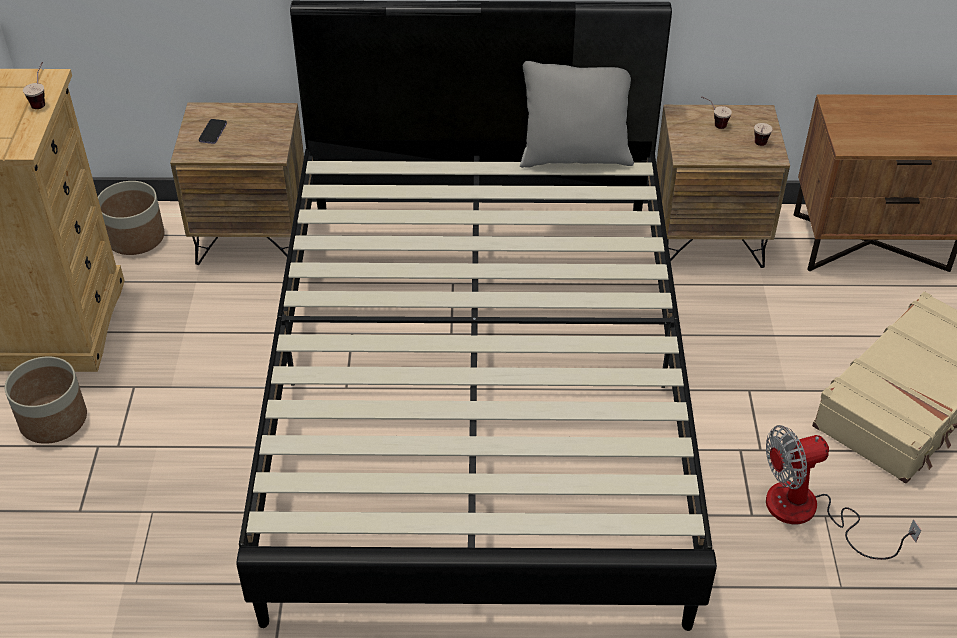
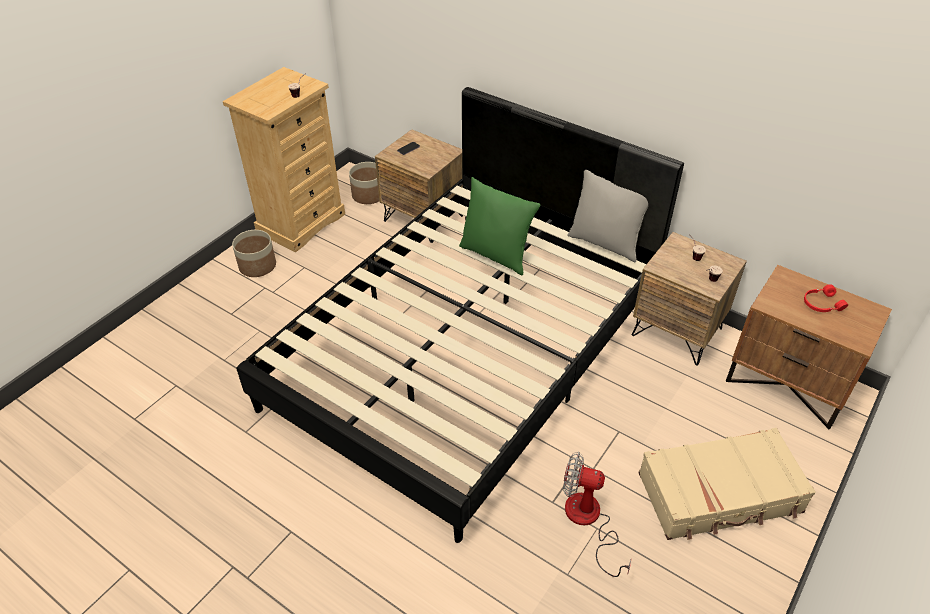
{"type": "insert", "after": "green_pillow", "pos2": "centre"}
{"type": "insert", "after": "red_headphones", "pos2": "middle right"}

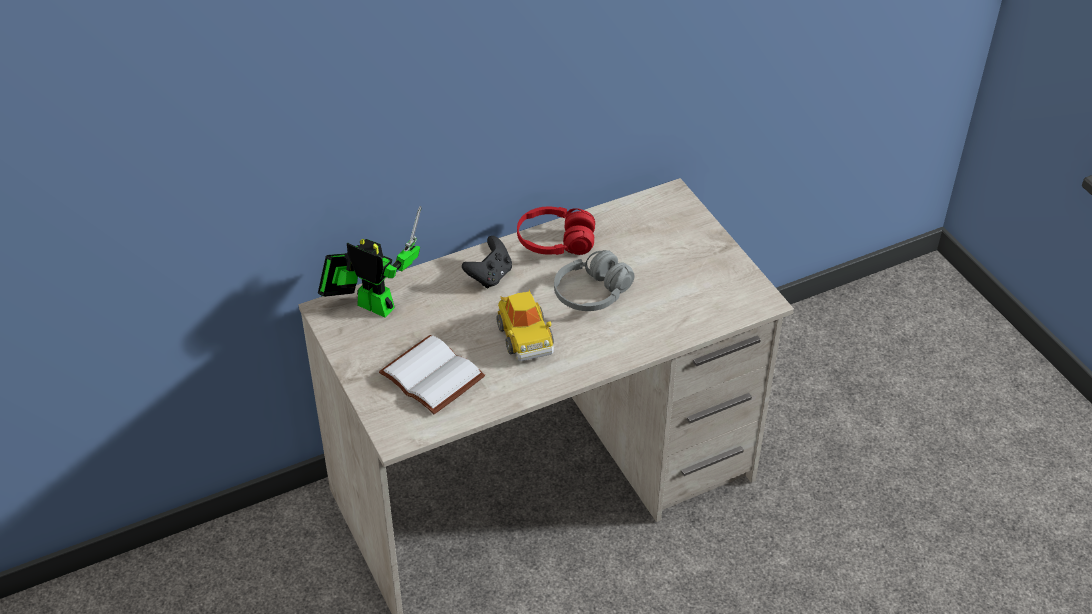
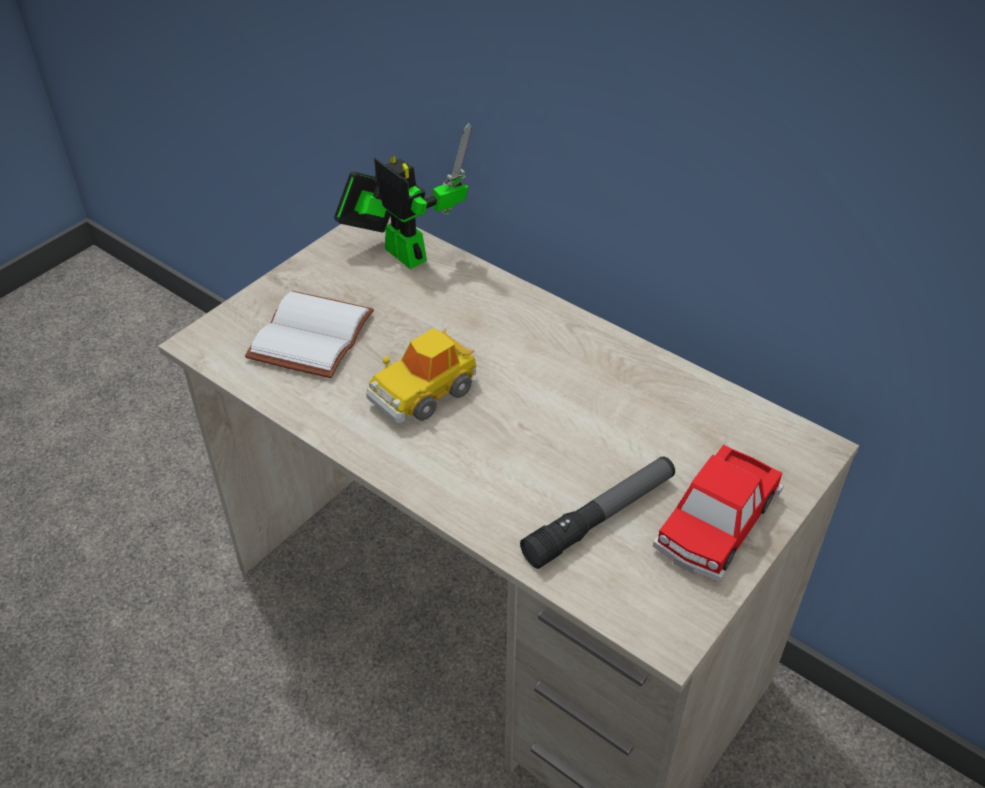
{"type": "rotate", "before": "toy_robot", "pos1": "centre", "pos2": "top centre", "turn": -45}
{"type": "delete", "before": "black_game_controller", "pos1": "centre"}
{"type": "delete", "before": "red_headphones", "pos1": "centre"}
{"type": "delete", "before": "grey_headphones", "pos1": "centre"}
{"type": "insert", "after": "flashlight", "pos2": "centre"}
{"type": "insert", "after": "toy_car (2nd from left)", "pos2": "middle right"}

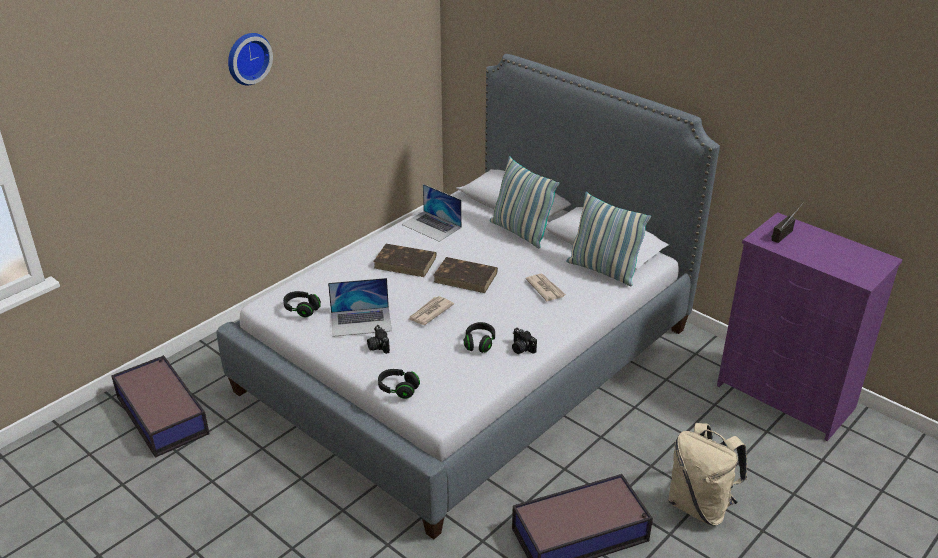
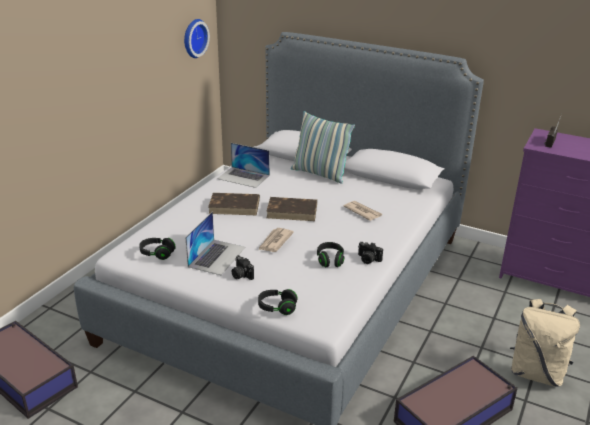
{"type": "move", "before": "wall_clock", "pos1": "top left", "pos2": "top centre"}
{"type": "rotate", "before": "laptop (1st from left)", "pos1": "centre", "pos2": "centre", "turn": -45}
{"type": "delete", "before": "pillow (2nd from left)", "pos1": "centre"}

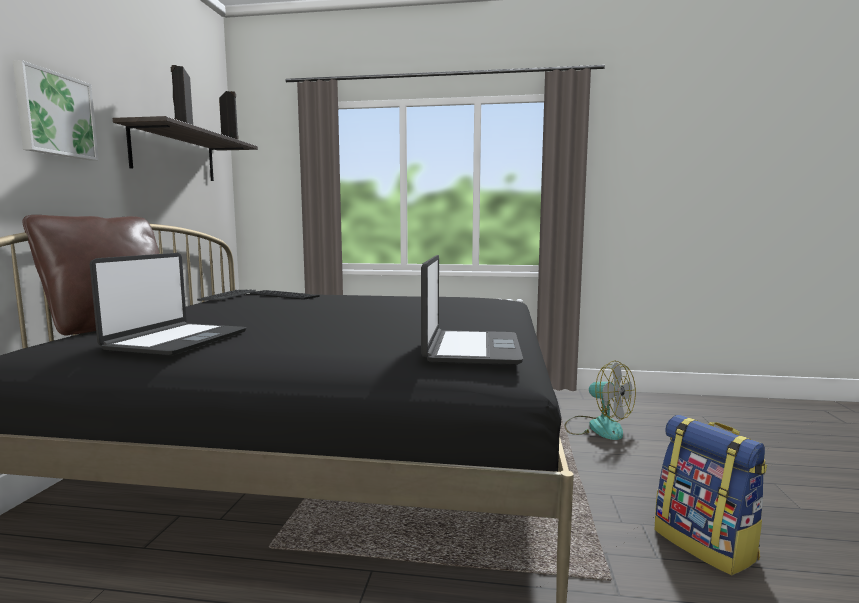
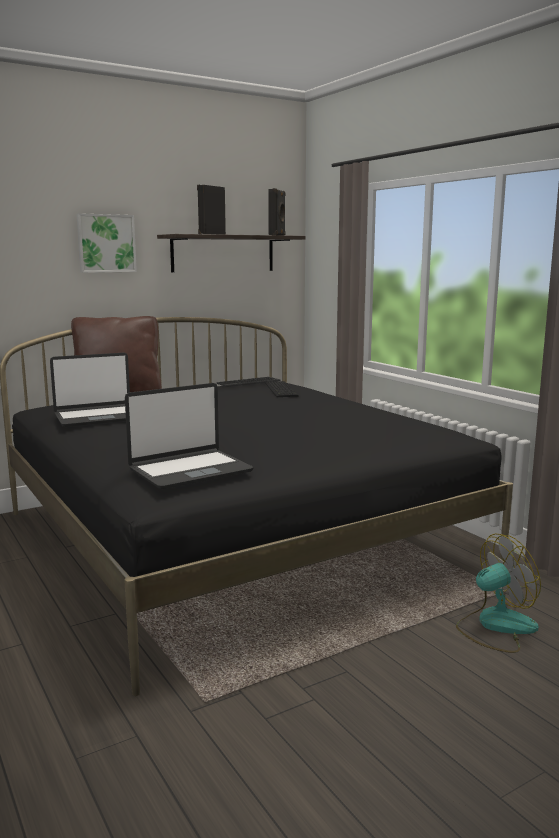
{"type": "rotate", "before": "fan", "pos1": "middle right", "pos2": "bottom right", "turn": -120}
{"type": "delete", "before": "backpack", "pos1": "bottom right"}

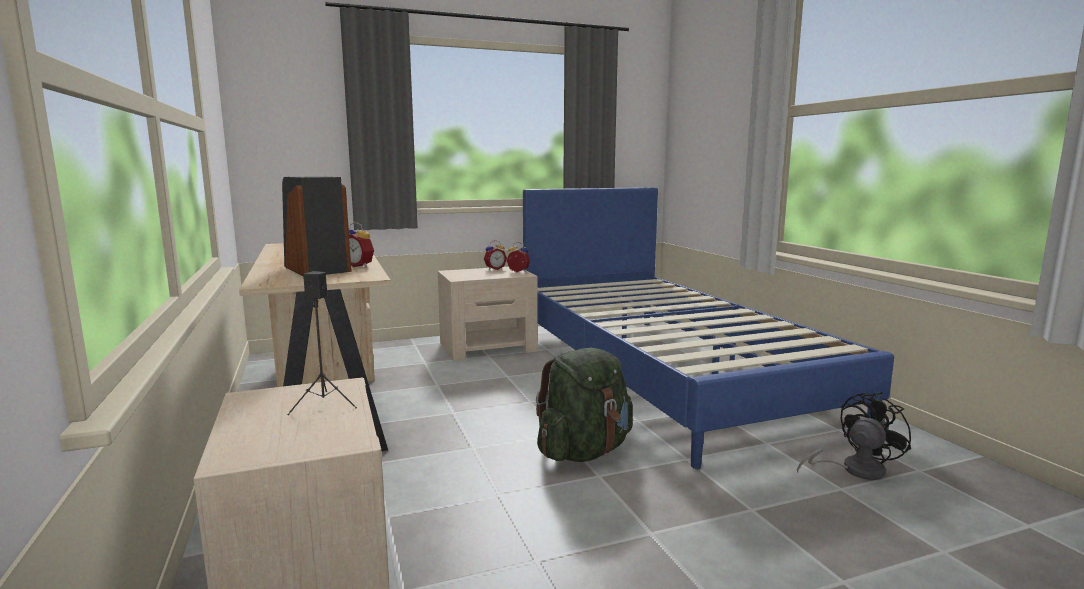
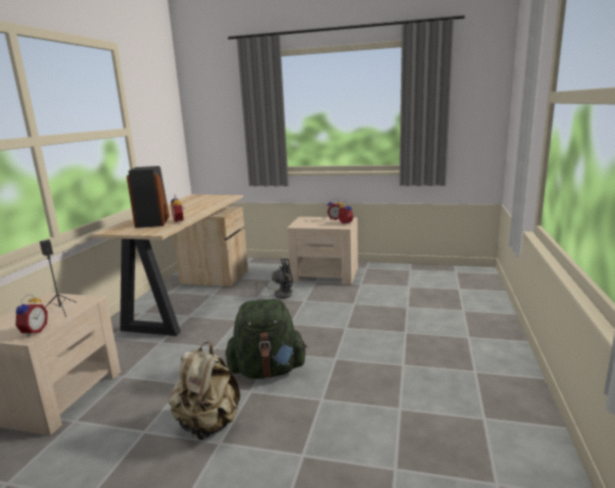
{"type": "delete", "before": "blue_bed", "pos1": "centre"}
{"type": "move", "before": "black_fan", "pos1": "bottom right", "pos2": "centre"}
{"type": "insert", "after": "alarm_clock (1st from left)", "pos2": "middle left"}
{"type": "insert", "after": "beige_backpack", "pos2": "bottom left"}

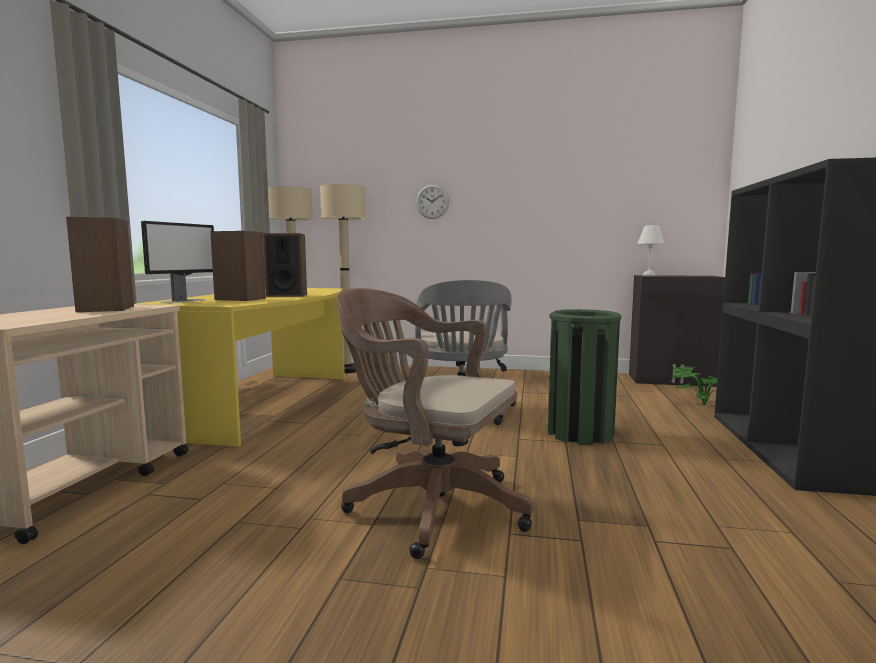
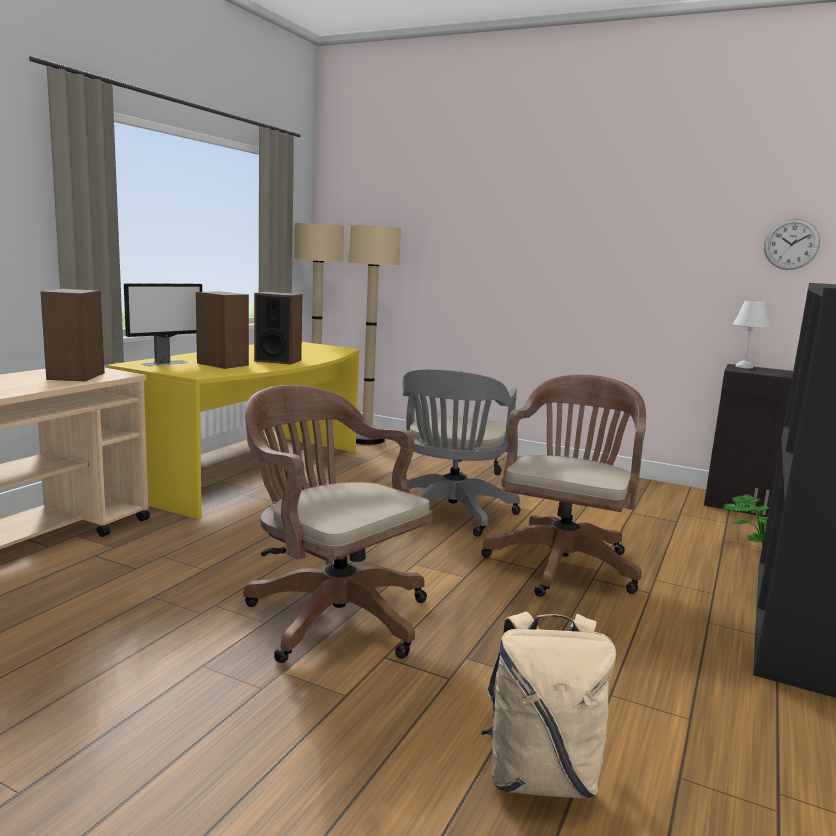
{"type": "move", "before": "wall_clock", "pos1": "top centre", "pos2": "top right"}
{"type": "replace", "before": "green_trash_can", "after": "brown_office_chair (2nd from left)", "pos1": "middle right", "pos2": "middle right"}
{"type": "insert", "after": "beige_backpack", "pos2": "bottom centre"}

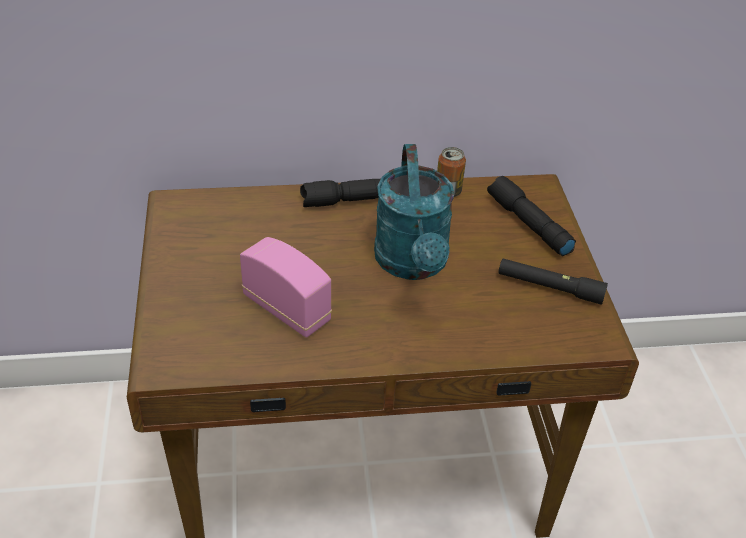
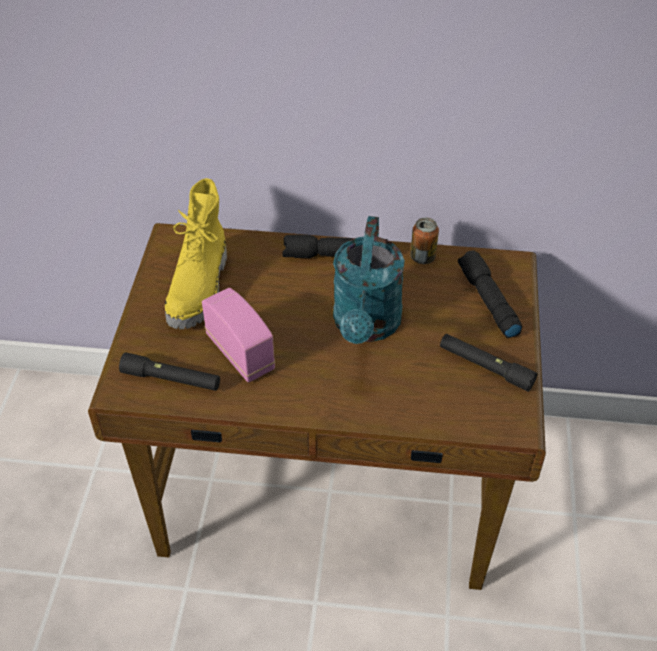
{"type": "insert", "after": "black_flashlight (1st from left)", "pos2": "middle left"}
{"type": "insert", "after": "yellow_boot", "pos2": "middle left"}

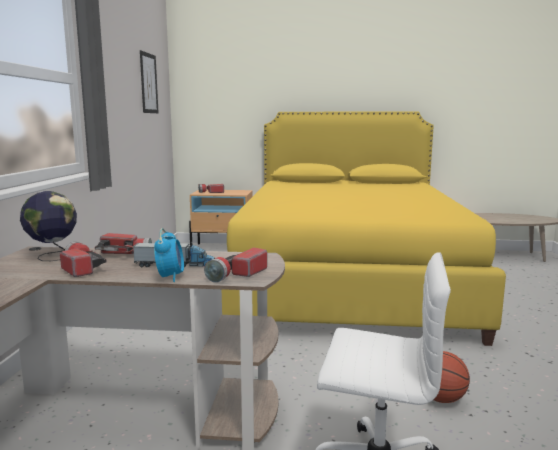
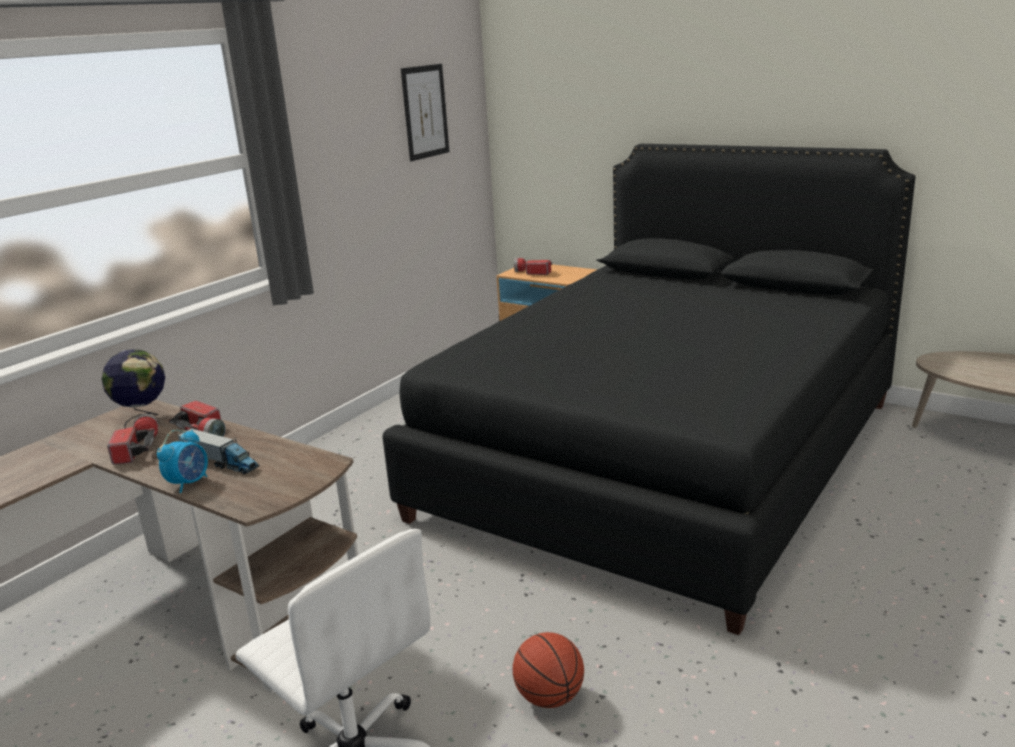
{"type": "delete", "before": "flashlight (4th from left)", "pos1": "centre"}
{"type": "recolor", "before": "yellow_bed", "after": "black_bed", "pos1": "centre", "pos2": "centre"}

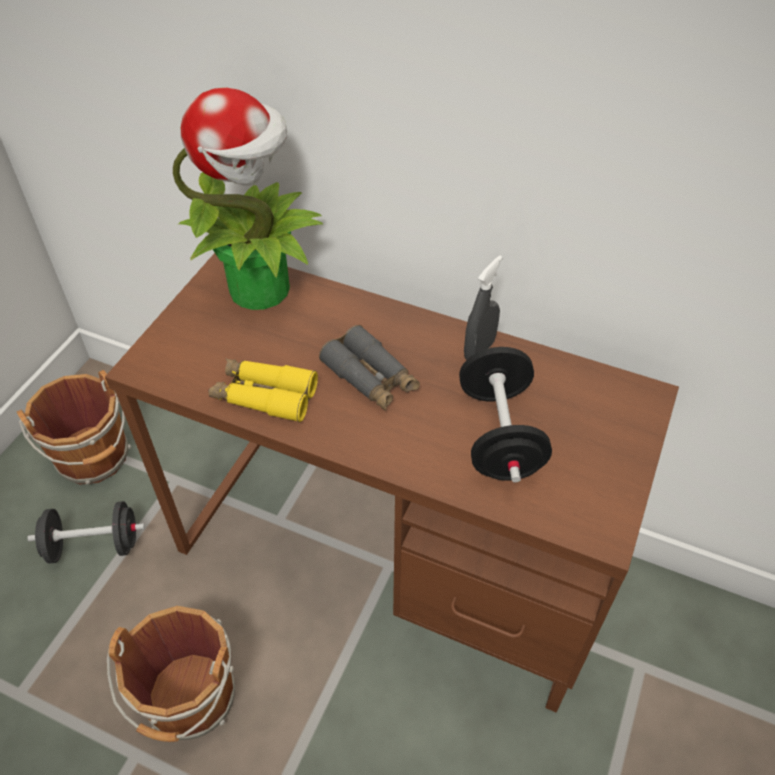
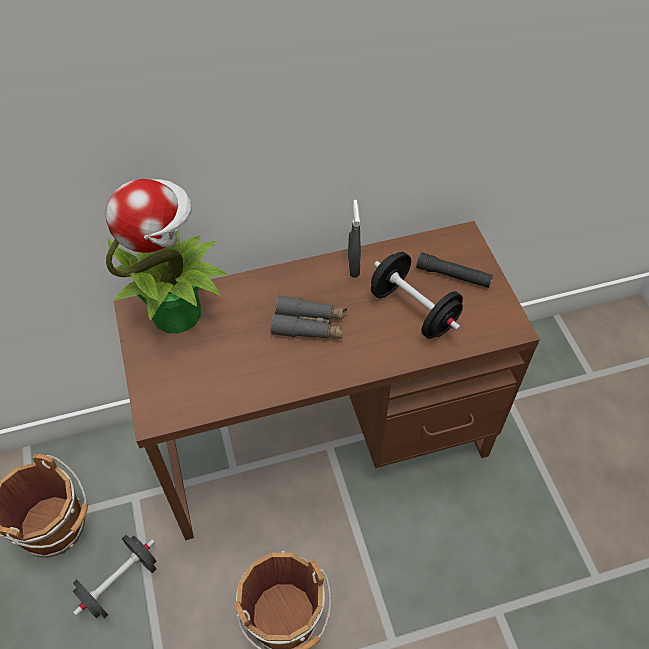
{"type": "delete", "before": "yellow_binoculars", "pos1": "centre"}
{"type": "insert", "after": "black_flashlight", "pos2": "middle right"}

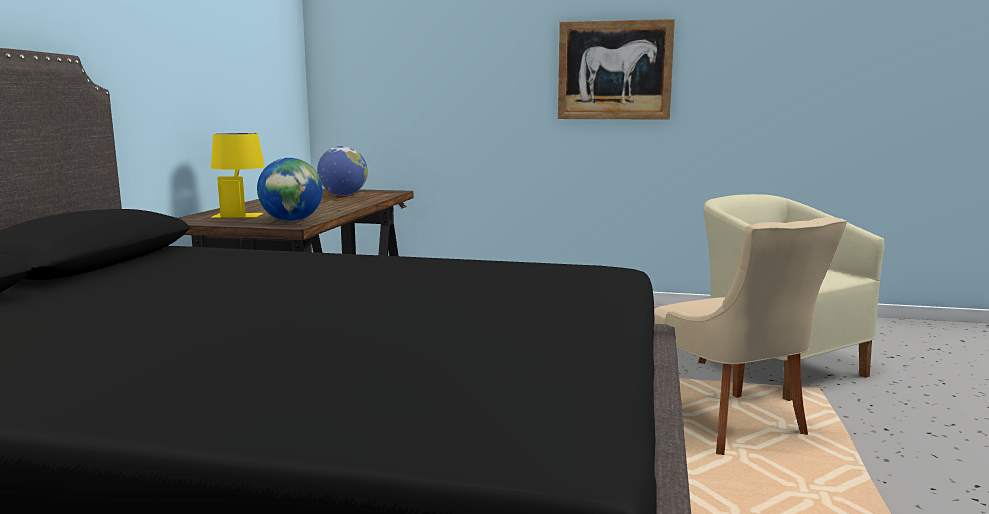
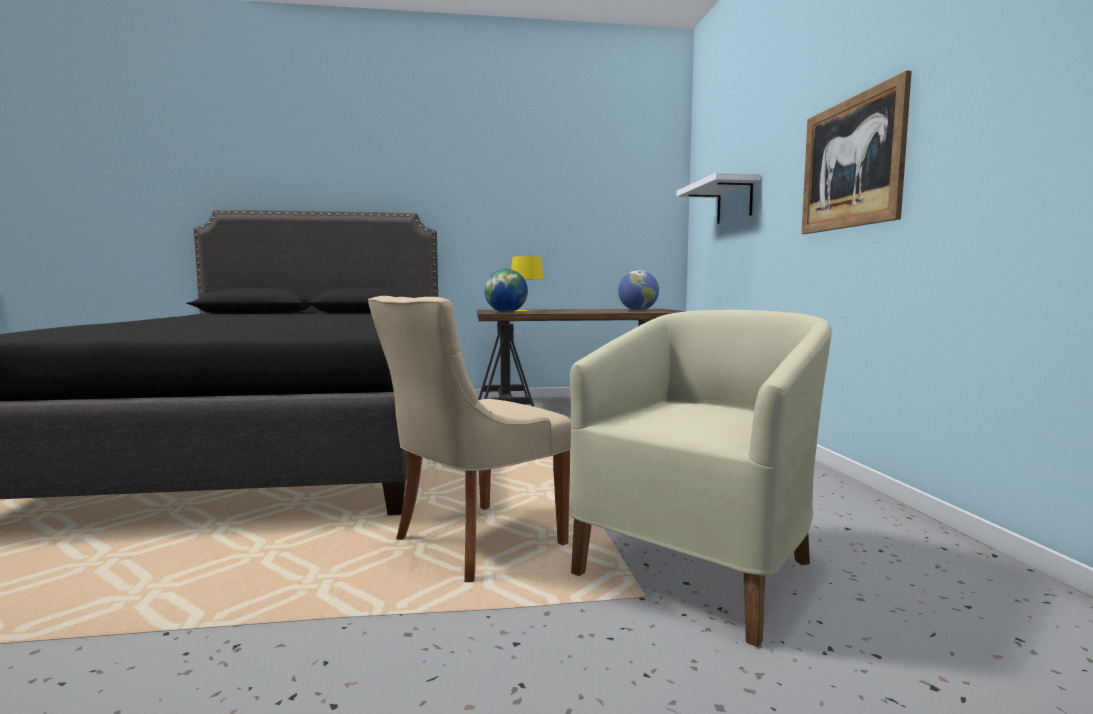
{"type": "insert", "after": "white_shelf", "pos2": "top centre"}

